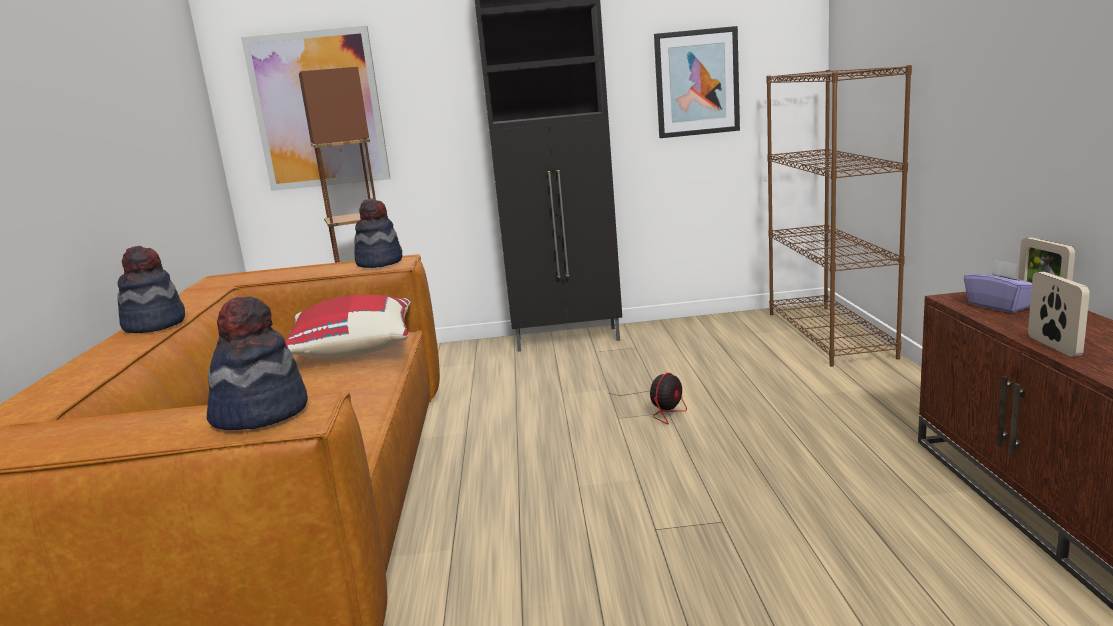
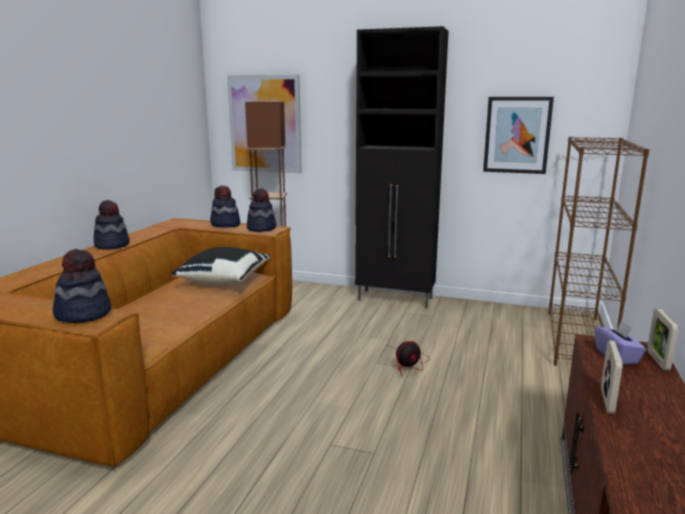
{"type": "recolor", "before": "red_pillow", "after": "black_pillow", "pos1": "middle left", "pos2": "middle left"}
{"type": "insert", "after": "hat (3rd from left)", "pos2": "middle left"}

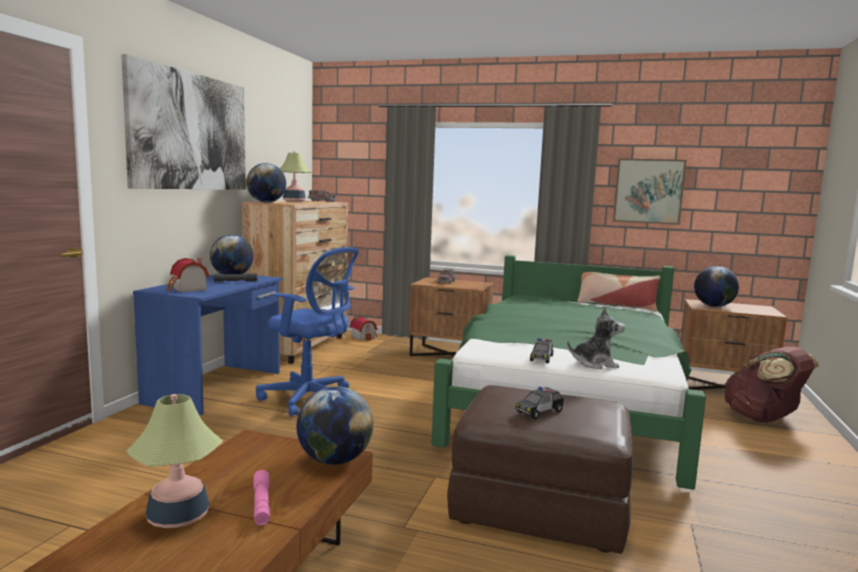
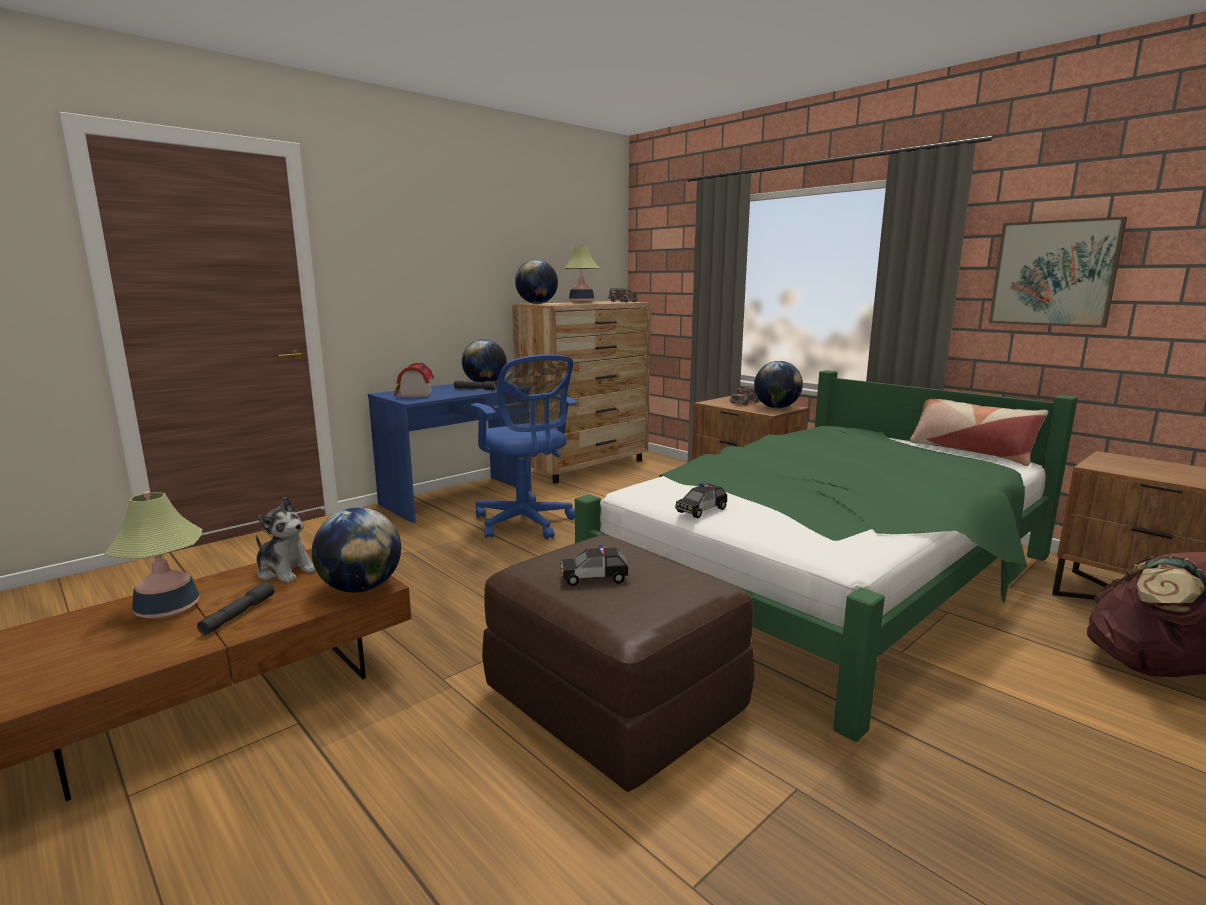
{"type": "delete", "before": "picture (1st from left)", "pos1": "top left"}
{"type": "recolor", "before": "pink_flashlight", "after": "grey_flashlight (1st from left)", "pos1": "bottom left", "pos2": "bottom left"}
{"type": "delete", "before": "toy_house (2nd from left)", "pos1": "centre"}
{"type": "move", "before": "plush_toy", "pos1": "middle right", "pos2": "middle left"}
{"type": "move", "before": "globe (4th from left)", "pos1": "middle right", "pos2": "centre"}

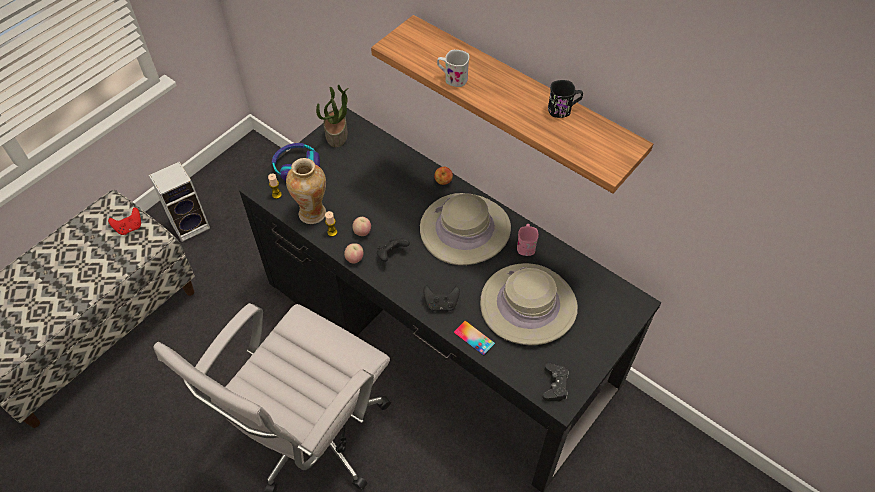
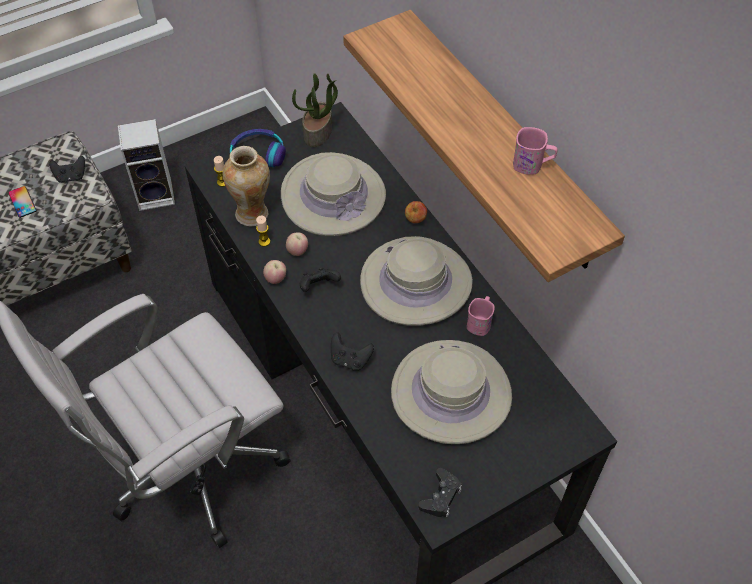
{"type": "recolor", "before": "red_game_controller", "after": "black_game_controller (1st from left)", "pos1": "middle left", "pos2": "top left"}
{"type": "delete", "before": "white_mug", "pos1": "top centre"}
{"type": "move", "before": "phone", "pos1": "bottom centre", "pos2": "middle left"}
{"type": "recolor", "before": "black_mug", "after": "pink_mug (2nd from left)", "pos1": "top centre", "pos2": "top right"}
{"type": "insert", "after": "beige_hat (1st from left)", "pos2": "top centre"}

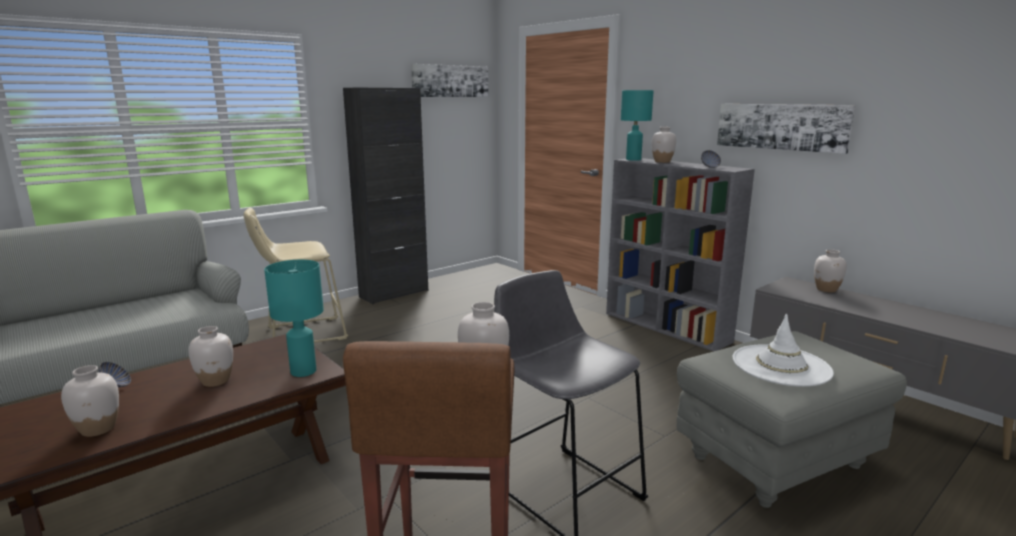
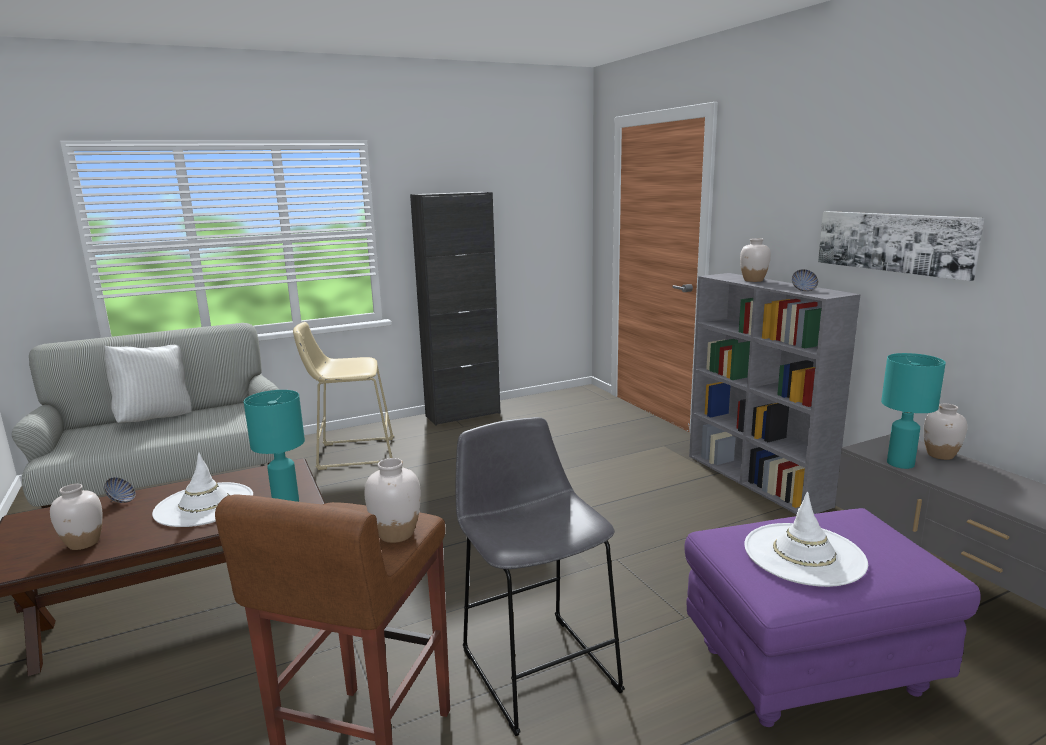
{"type": "replace", "before": "white_vase (2nd from left)", "after": "white_hat (1st from left)", "pos1": "middle left", "pos2": "middle left"}
{"type": "delete", "before": "picture (1st from left)", "pos1": "top centre"}
{"type": "move", "before": "turquoise_table_lamp (2nd from left)", "pos1": "top centre", "pos2": "middle right"}
{"type": "recolor", "before": "grey_ottoman", "after": "purple_ottoman", "pos1": "bottom right", "pos2": "bottom right"}
{"type": "insert", "after": "white_pillow", "pos2": "middle left"}

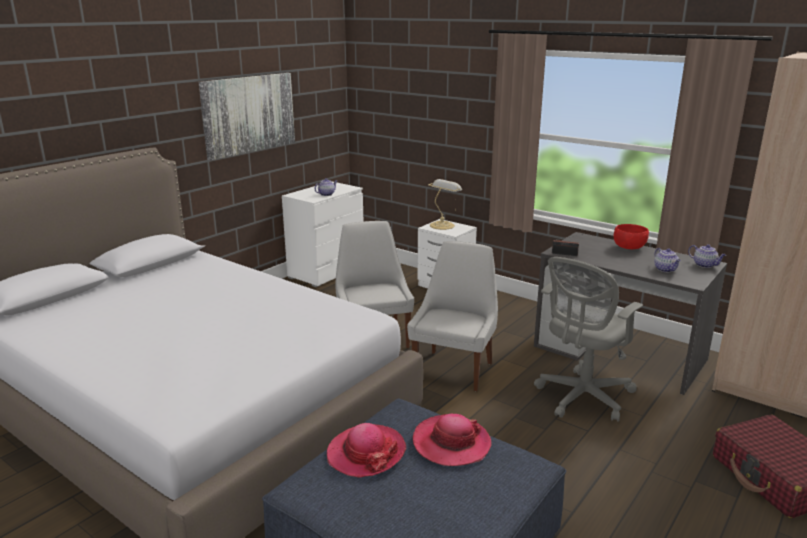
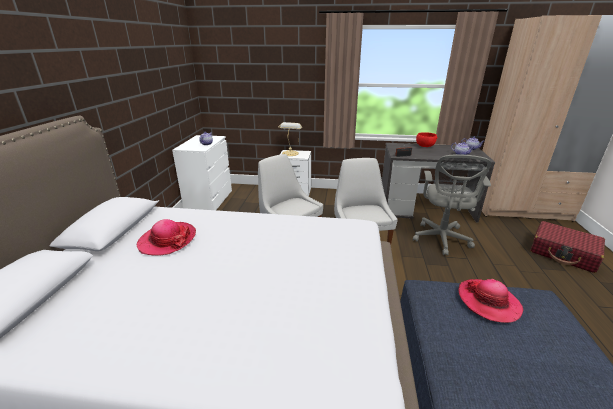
{"type": "delete", "before": "picture", "pos1": "top left"}
{"type": "move", "before": "hat (1st from left)", "pos1": "bottom centre", "pos2": "middle left"}

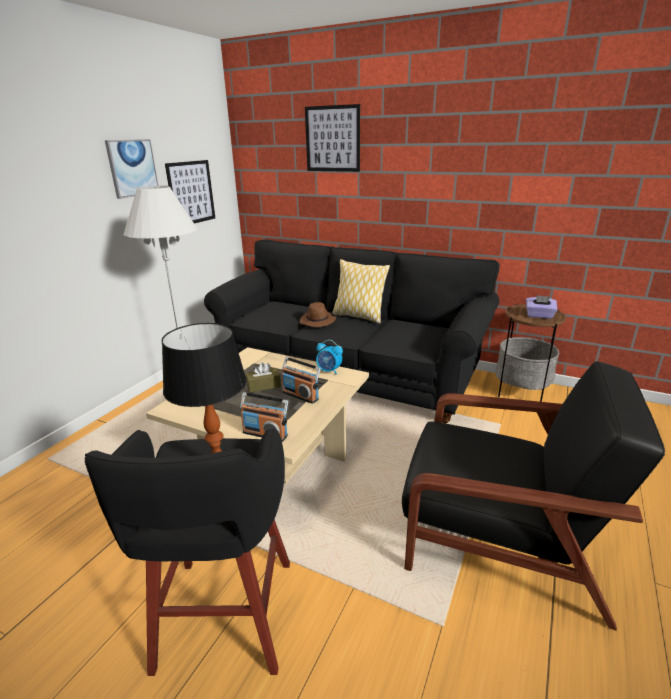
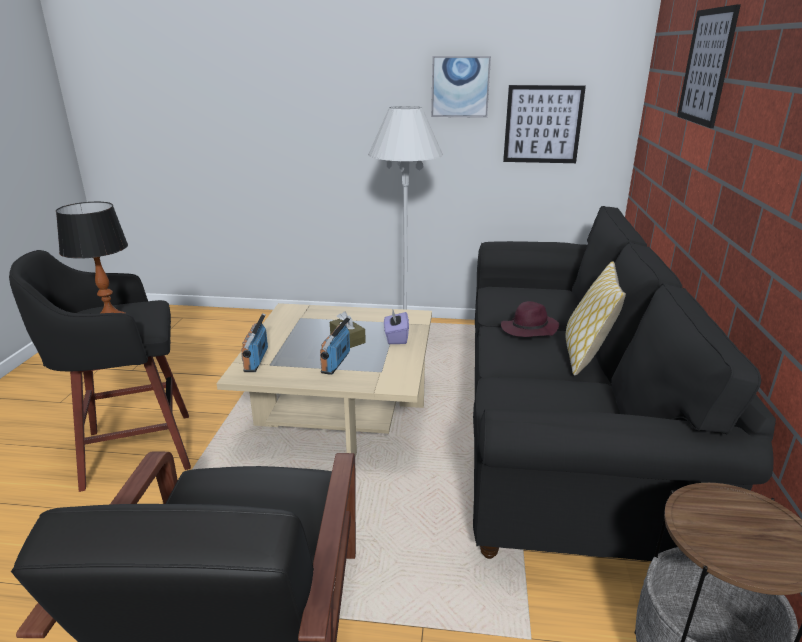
{"type": "recolor", "before": "brown_hat", "after": "purple_hat", "pos1": "centre", "pos2": "centre"}
{"type": "delete", "before": "alarm_clock", "pos1": "centre"}
{"type": "move", "before": "purple_tissue_box", "pos1": "middle right", "pos2": "centre"}

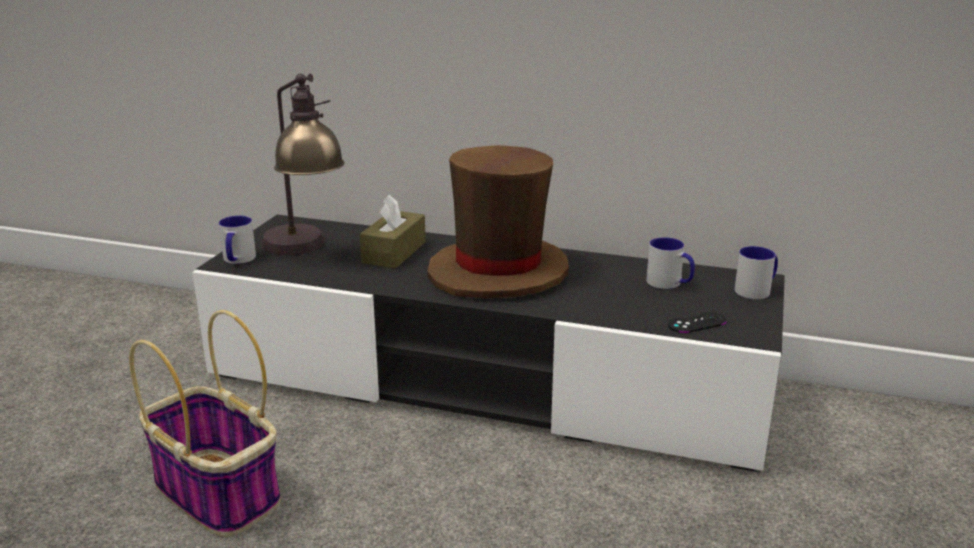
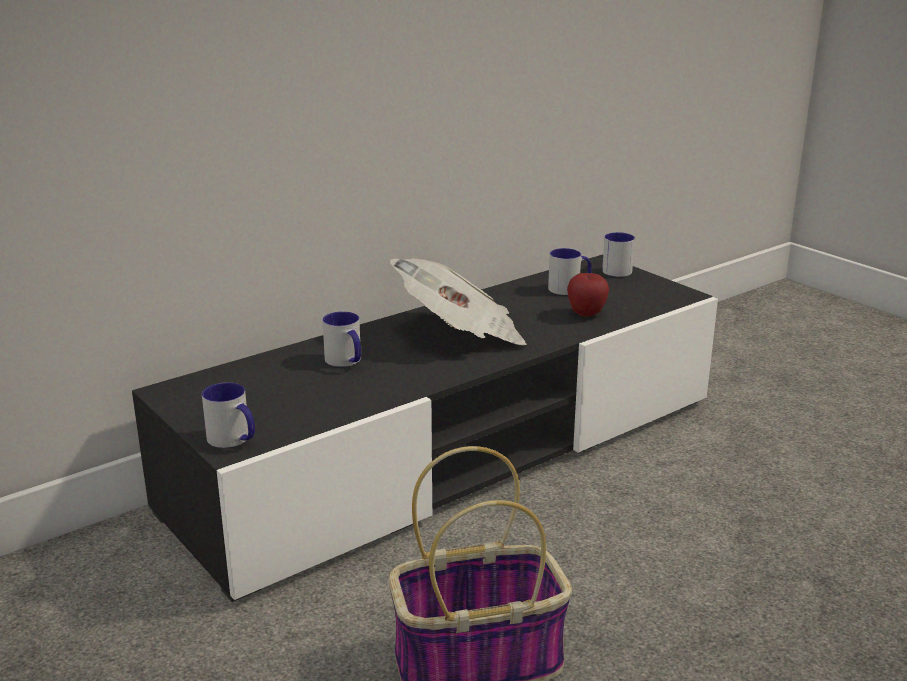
{"type": "delete", "before": "table_lamp", "pos1": "top left"}
{"type": "replace", "before": "brown_tissue_box", "after": "mug (2nd from left)", "pos1": "centre", "pos2": "centre"}
{"type": "replace", "before": "brown_hat", "after": "newspaper", "pos1": "centre", "pos2": "centre"}
{"type": "delete", "before": "black_game_controller", "pos1": "middle right"}
{"type": "insert", "after": "apple", "pos2": "centre"}

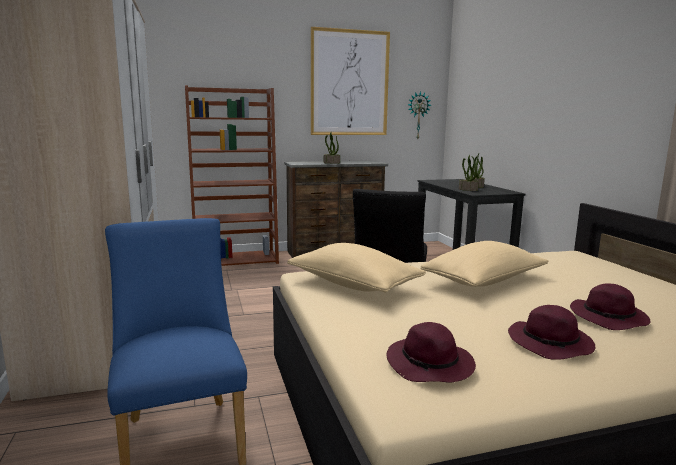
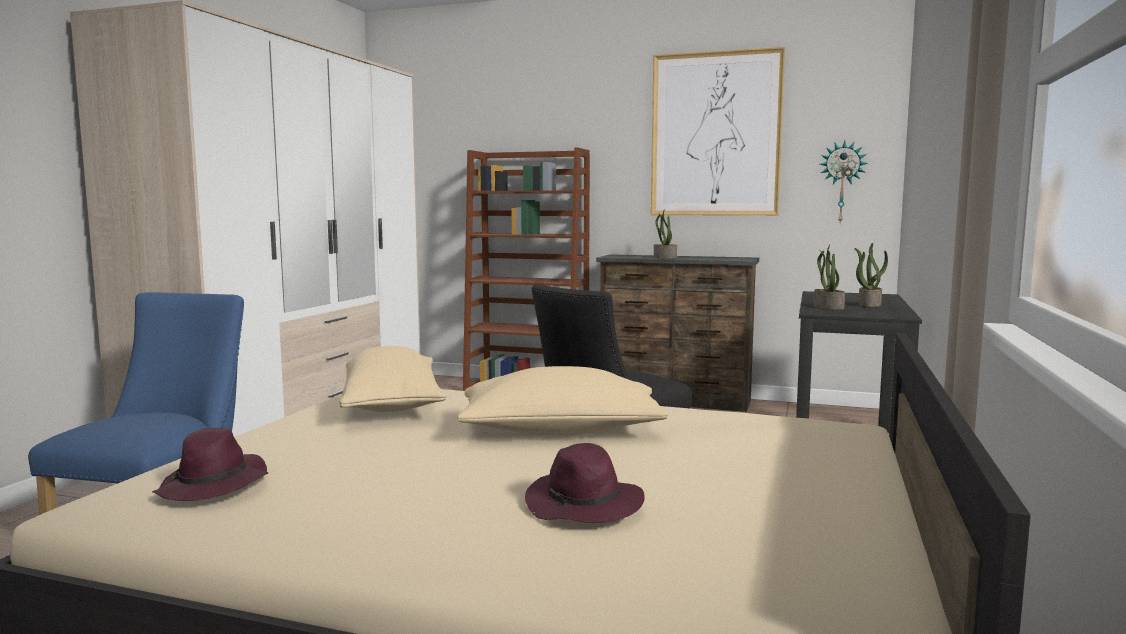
{"type": "delete", "before": "purple_hat (2nd from left)", "pos1": "bottom right"}

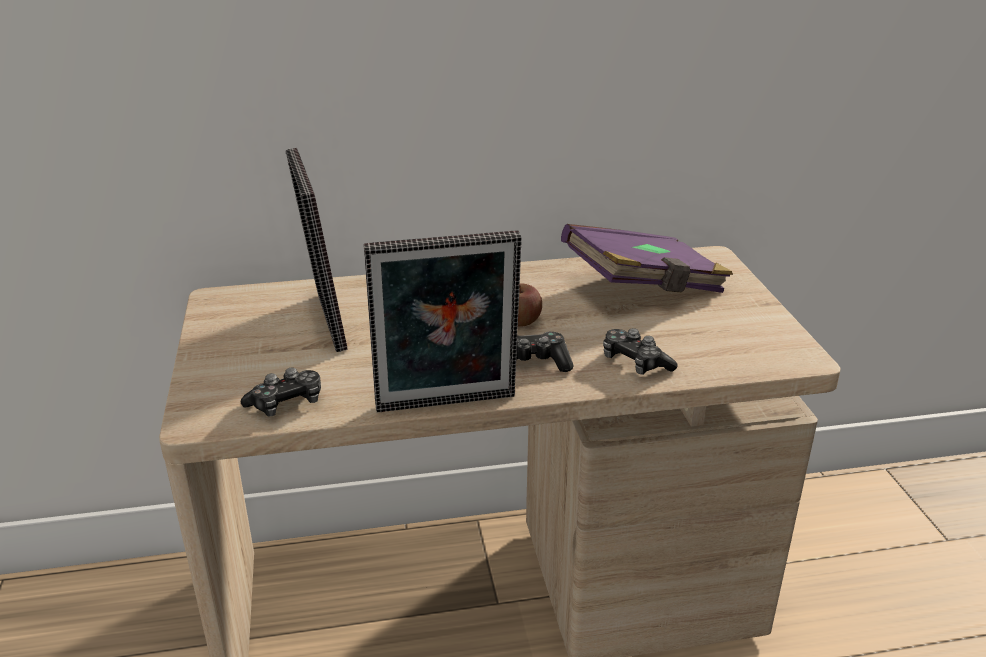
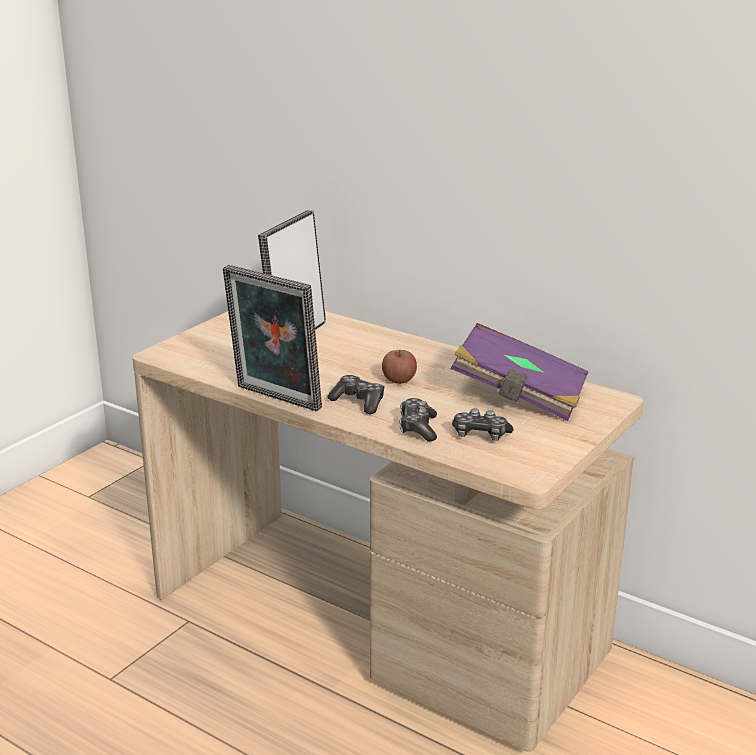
{"type": "move", "before": "game_controller (1st from left in the first image)", "after": "game_controller (3rd from left)", "pos1": "middle left", "pos2": "centre"}

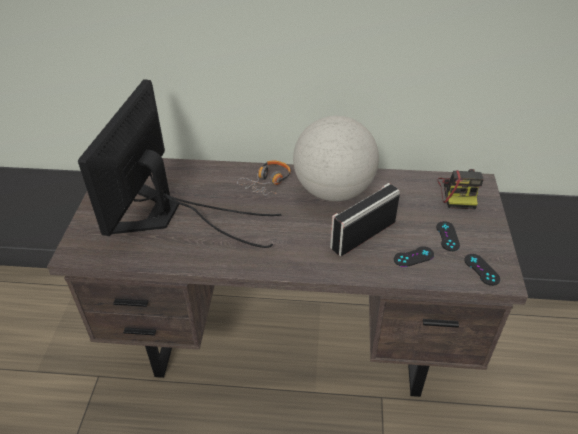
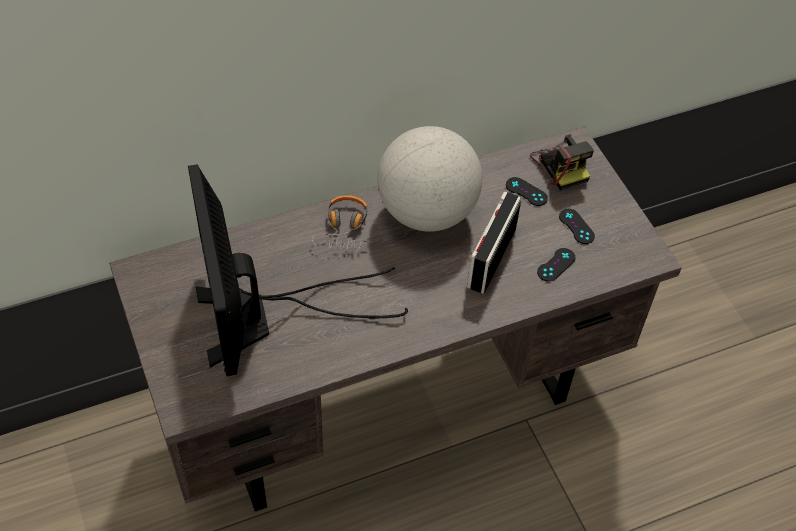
{"type": "move", "before": "black_game_controller (3rd from left in the first image)", "after": "black_game_controller (1st from left)", "pos1": "middle right", "pos2": "centre"}

